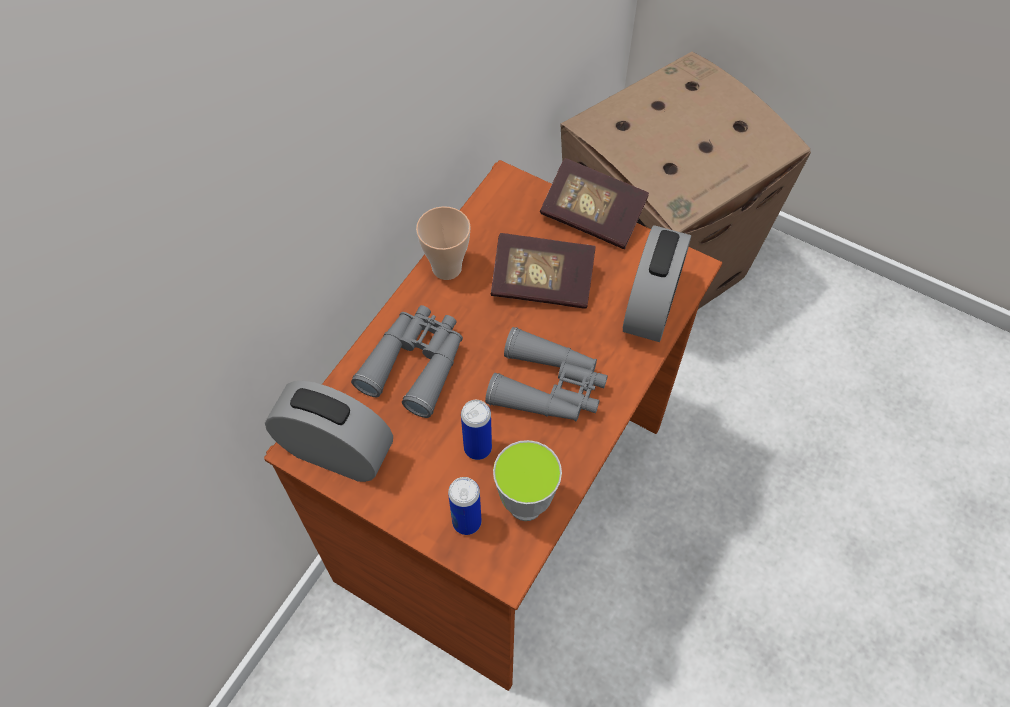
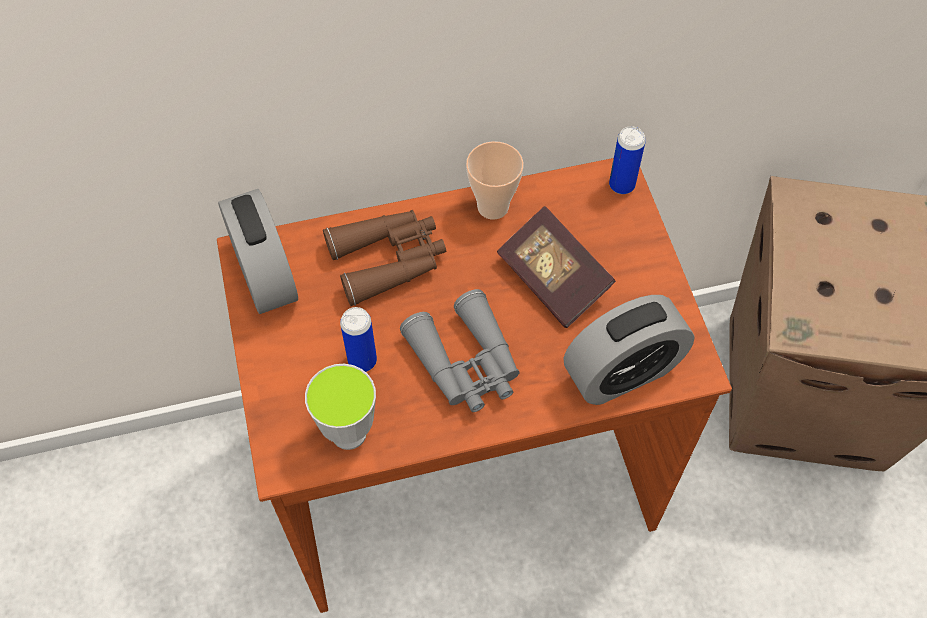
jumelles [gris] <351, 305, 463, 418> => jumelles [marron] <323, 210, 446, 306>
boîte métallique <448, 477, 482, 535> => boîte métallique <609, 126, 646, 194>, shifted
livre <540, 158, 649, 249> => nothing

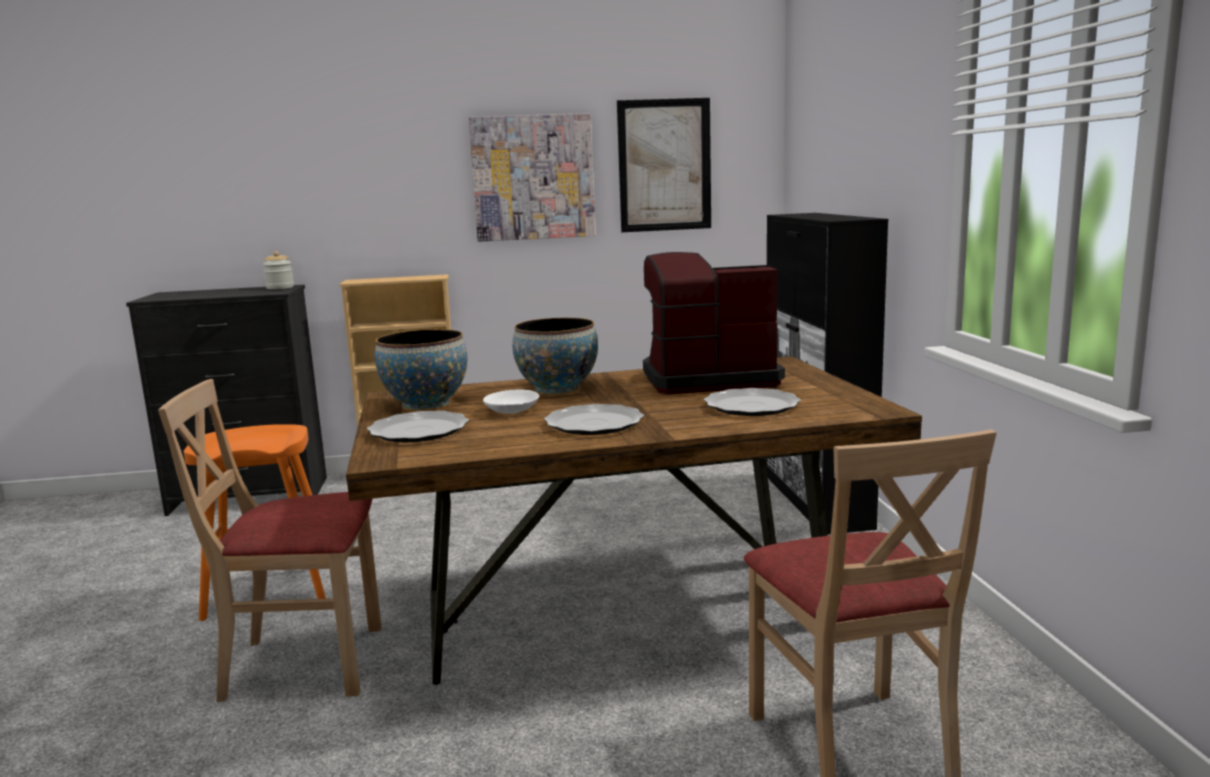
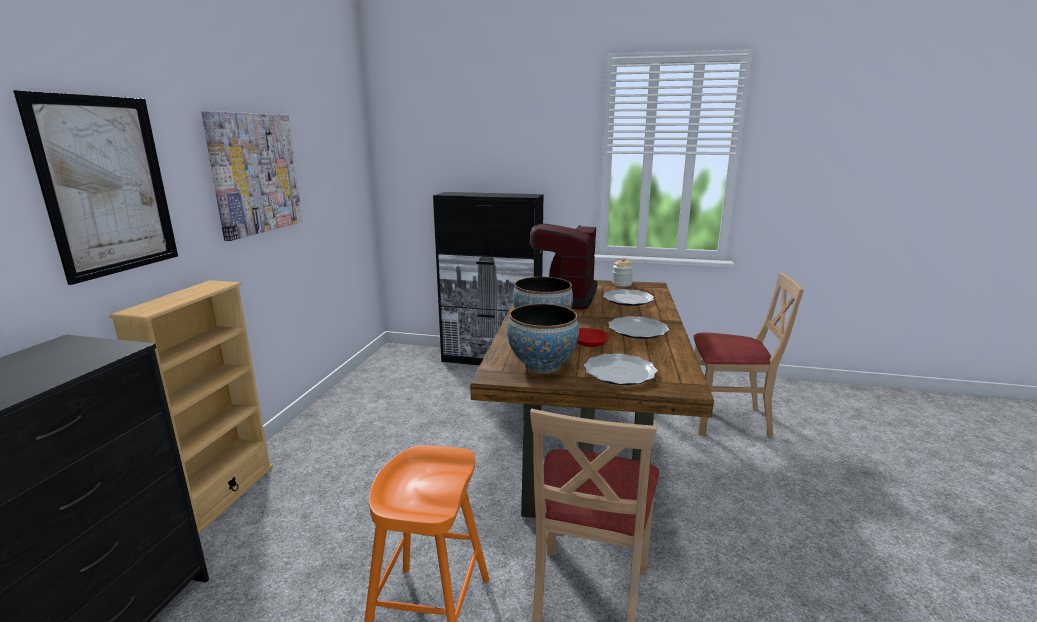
bocal <263, 251, 294, 289> => bocal <612, 258, 633, 287>, shifted
bol [blanc] <483, 389, 539, 414> => bol [rouge] <577, 328, 609, 347>
tableau <617, 98, 711, 232> => tableau <13, 90, 178, 285>, shifted

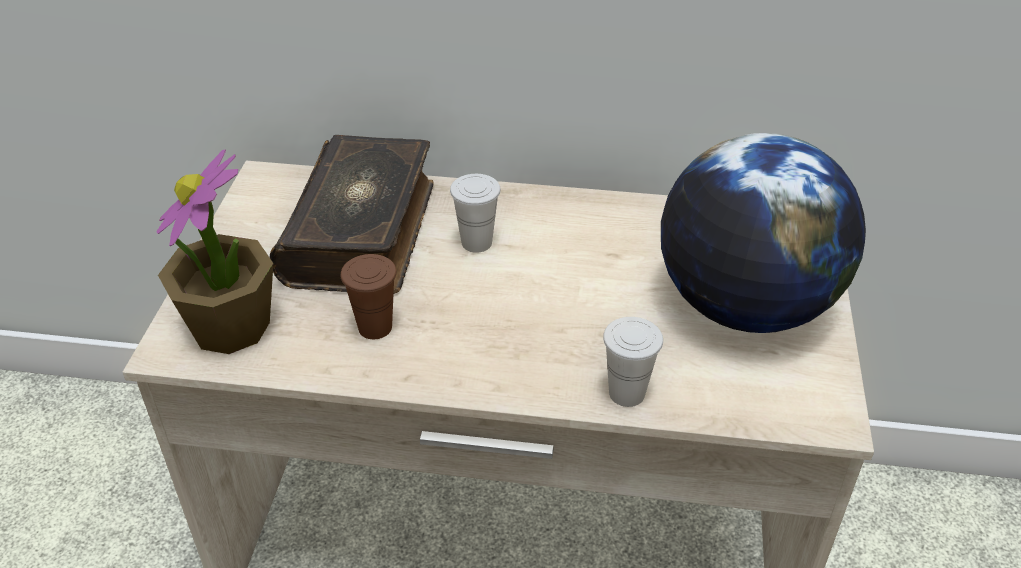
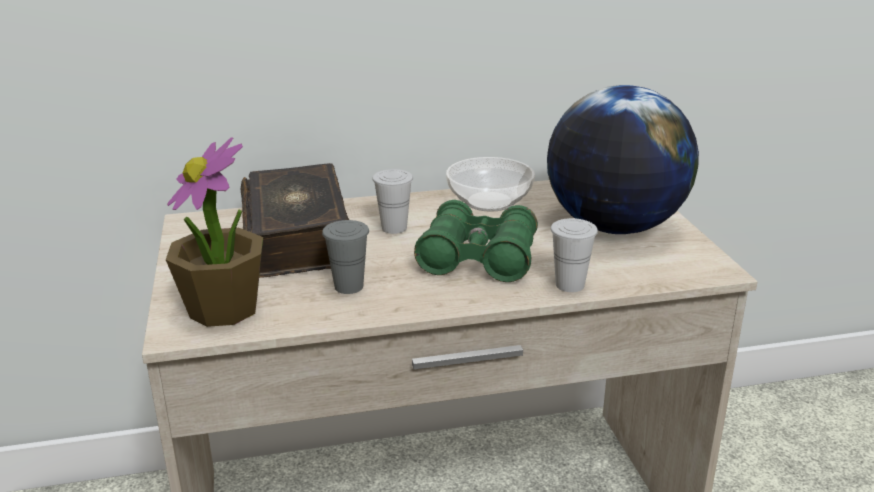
tasse [marron] <341, 254, 397, 339> => tasse [gris] <322, 220, 369, 294>
nothing => jumelles [vert] <414, 200, 538, 282>
nothing => bol <446, 157, 535, 211>

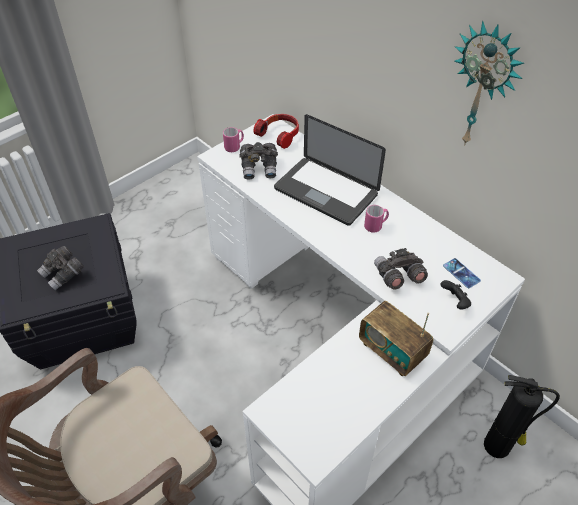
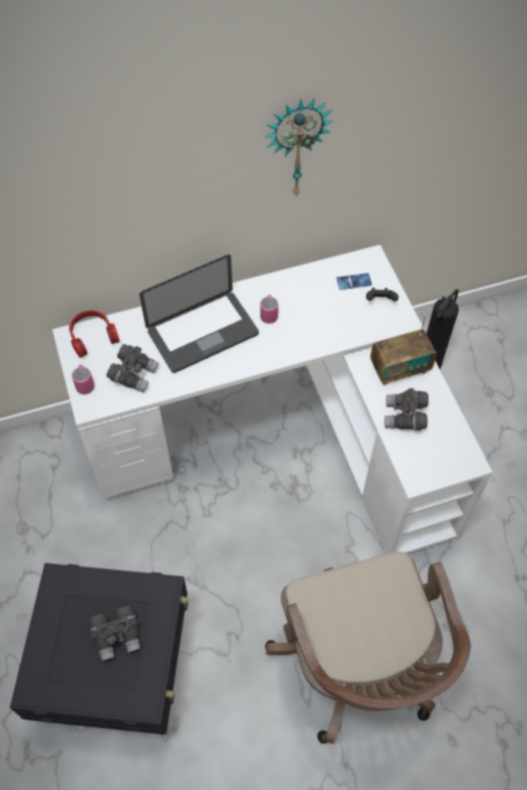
jumelles [gris] <374, 248, 428, 289> => jumelles [gris] <384, 388, 429, 430>, shifted

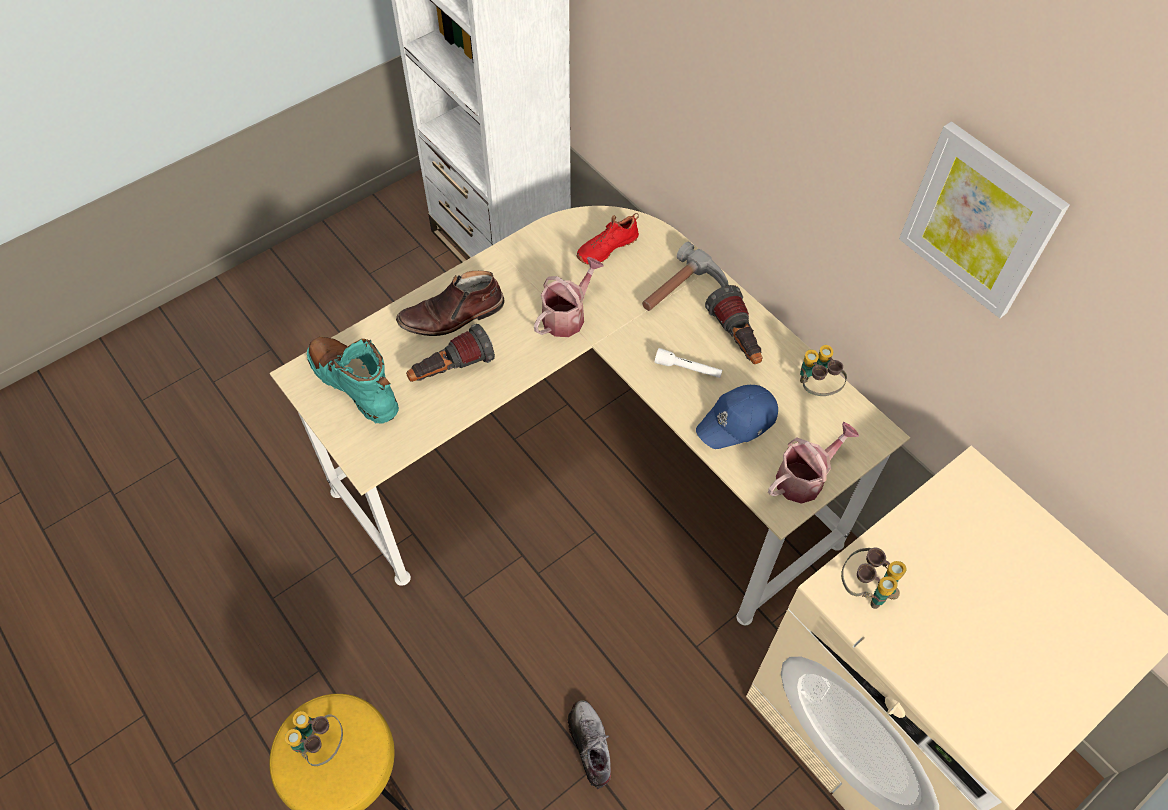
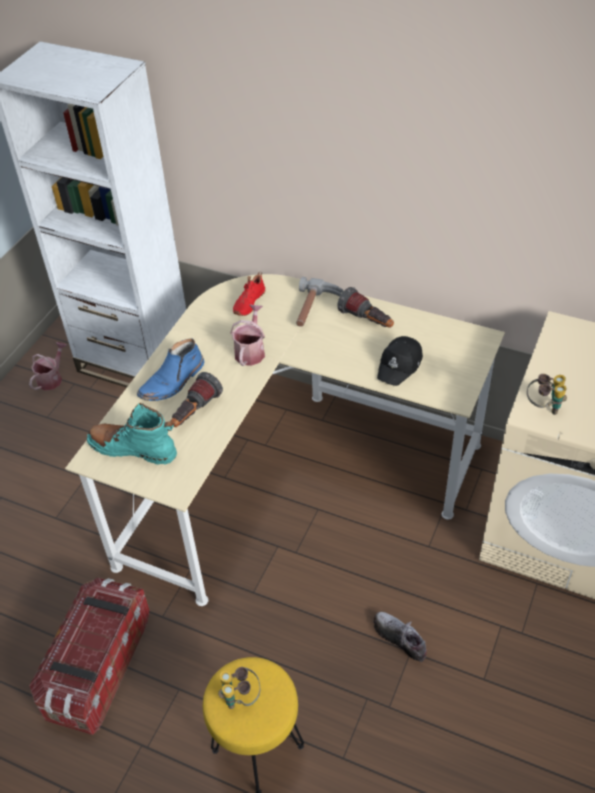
botte [marron] <396, 271, 505, 336> => botte [bleu] <137, 338, 204, 401>
lampe de poche [blanc] <655, 348, 722, 378> => nothing
casquette [bleu] <696, 385, 778, 449> => casquette [noir] <377, 336, 423, 386>
arrosoir <768, 422, 859, 504> => arrosoir <29, 342, 67, 391>, shifted
jumelles <800, 345, 847, 396> => nothing
tableau <899, 122, 1070, 318> => nothing
nothing => boîte de rangement <29, 578, 149, 735>

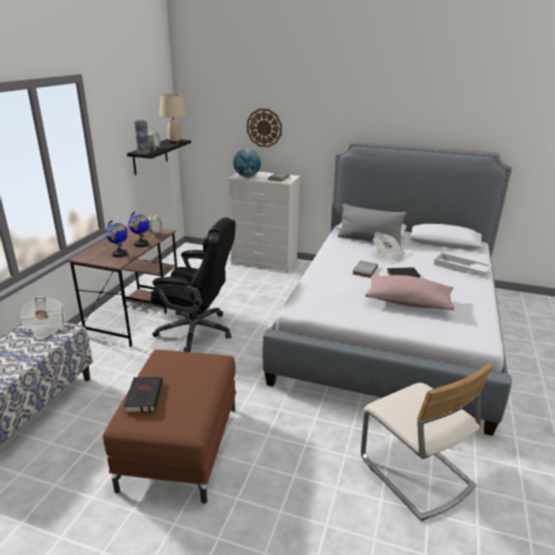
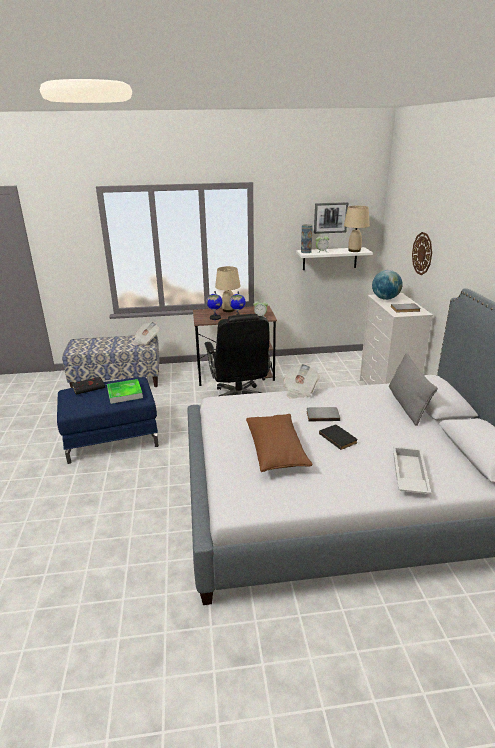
pouf [marron] <103, 349, 236, 504> => pouf [bleu] <57, 377, 159, 464>
étagère [noir] <127, 139, 191, 175> => étagère [blanc] <296, 247, 373, 270>
chaise [beige] <361, 363, 493, 521> => nothing
coussin [rose] <365, 275, 454, 310> => coussin [marron] <246, 414, 313, 472>
journal <373, 232, 406, 262> => journal <283, 364, 320, 399>, shifted
nothing => plateau <107, 379, 143, 404>
nothing => lampe de table [beige] <215, 266, 241, 312>
nothing => tableau <314, 202, 348, 234>

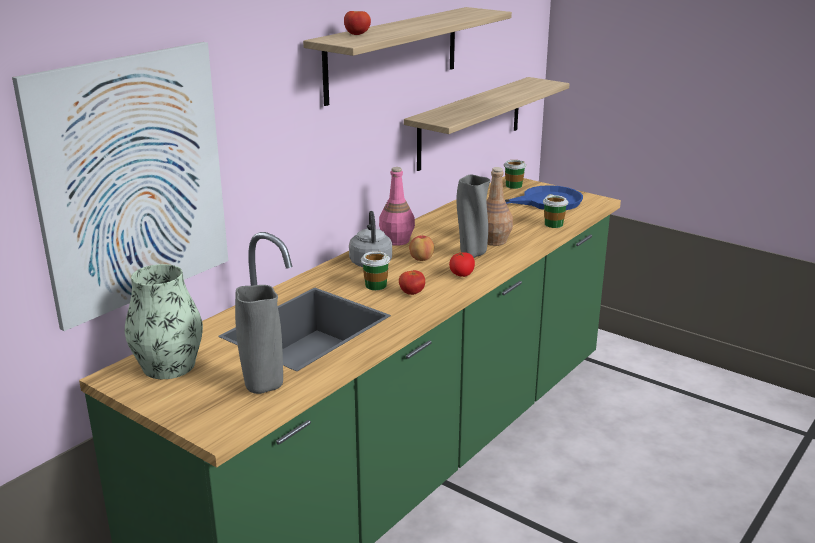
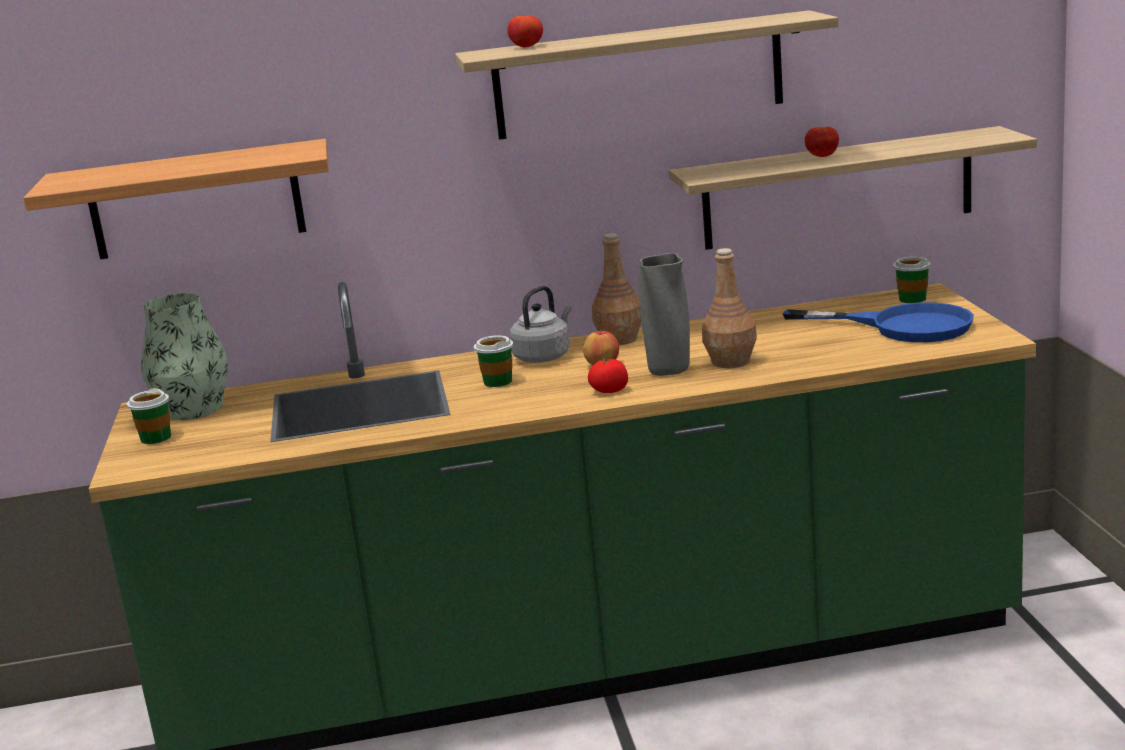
tableau <12, 42, 228, 331> => étagère <23, 139, 329, 259>
vase [gris] <235, 285, 283, 394> => nothing
bouteille [rose] <379, 167, 415, 246> => bouteille [marron] <592, 233, 641, 345>
tomate <399, 270, 425, 295> => tomate <805, 127, 839, 157>, shifted
tasse <543, 194, 568, 228> => tasse <127, 388, 171, 444>, shifted

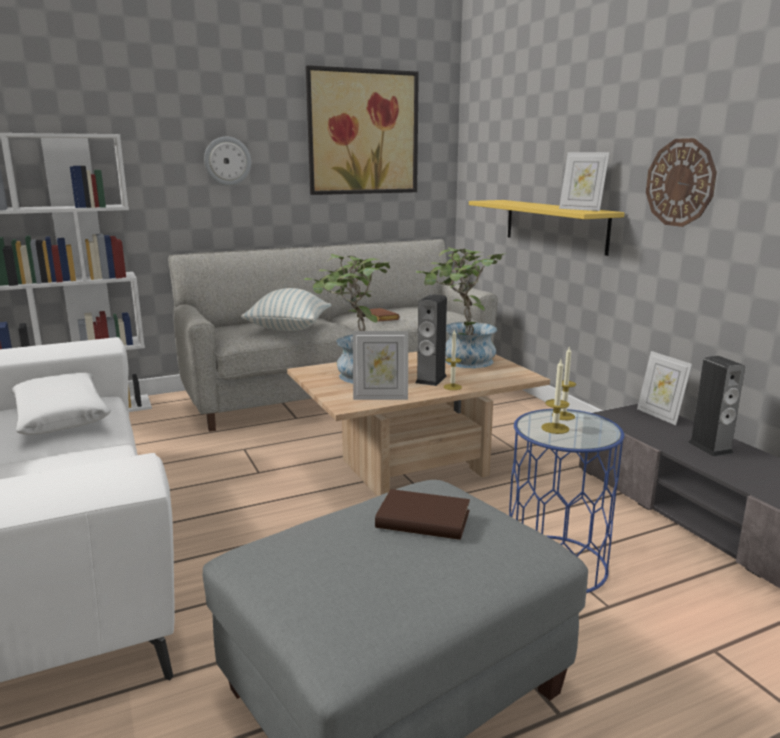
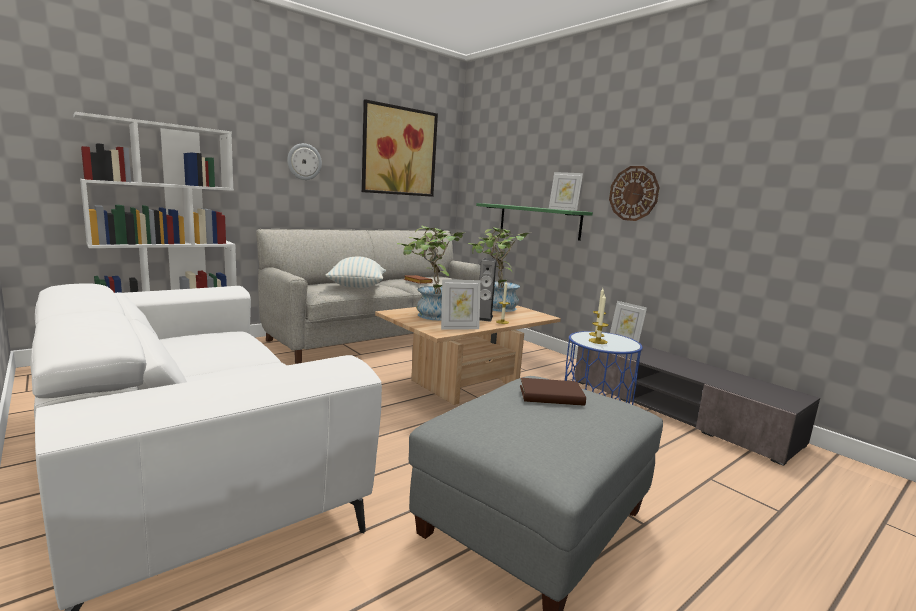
coussin [blanc] <11, 373, 111, 435> => nothing
étagère [jaune] <469, 200, 625, 256> => étagère [vert] <476, 203, 593, 241>
enceinte <688, 356, 745, 457> => nothing

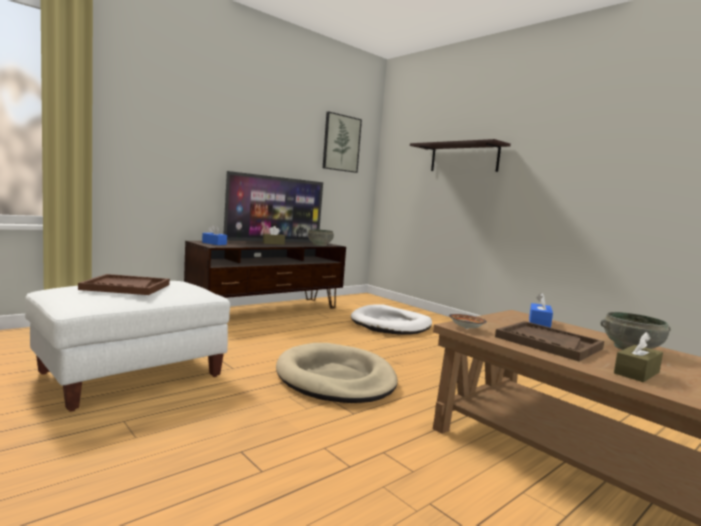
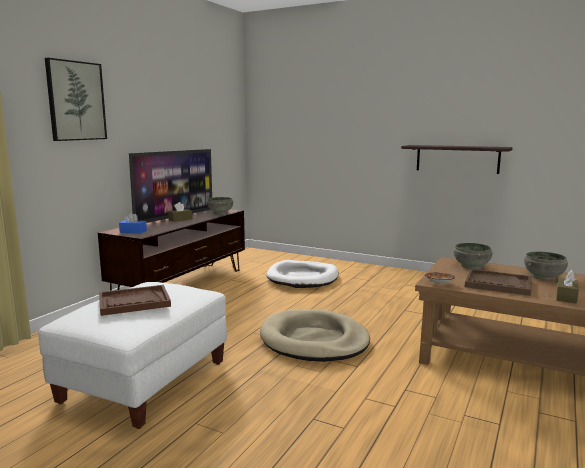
tableau <323, 111, 362, 173> => tableau <45, 58, 107, 141>, shifted
étagère <410, 139, 511, 172> => étagère <401, 145, 513, 174>, shifted
boîte à mouchoirs [bleu] <529, 293, 553, 328> => bol [gris] <454, 243, 492, 269>

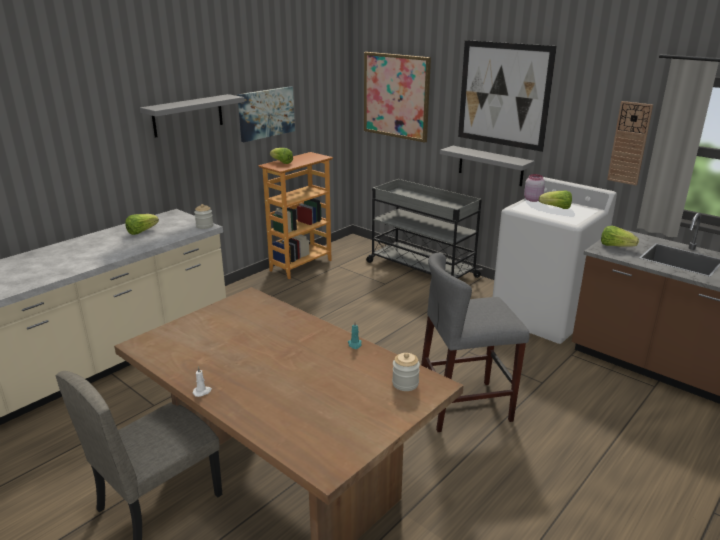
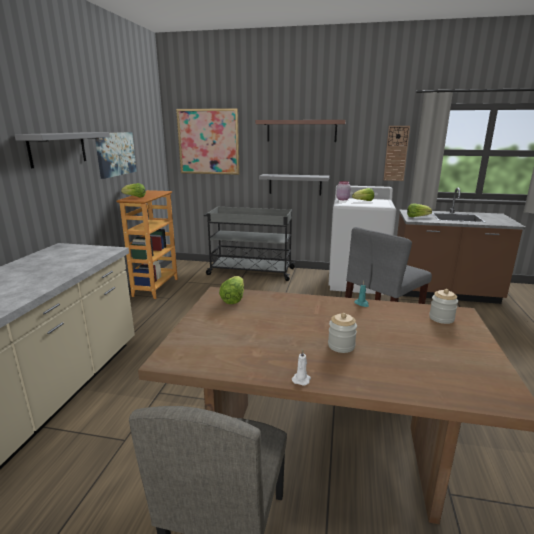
laitue <125, 214, 159, 235> => laitue <219, 276, 244, 304>, shifted
bocal <194, 204, 213, 229> => bocal <328, 313, 357, 353>, shifted
tableau <458, 40, 557, 152> => étagère <256, 120, 346, 142>

